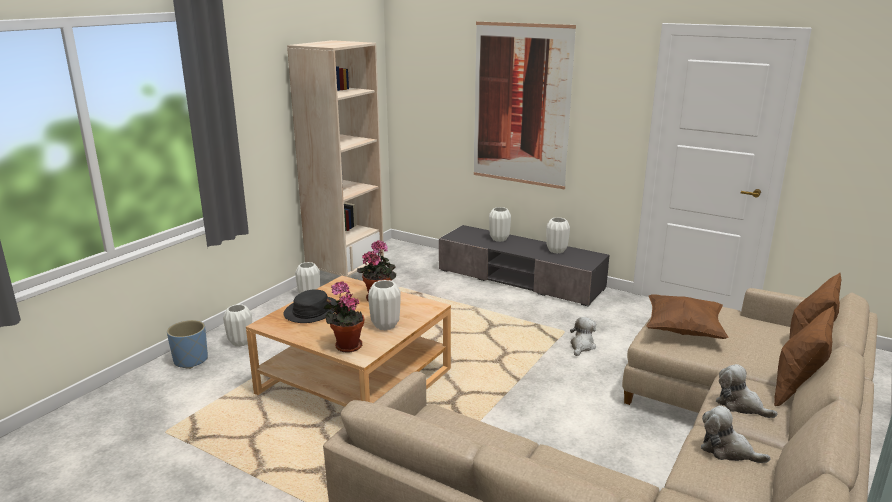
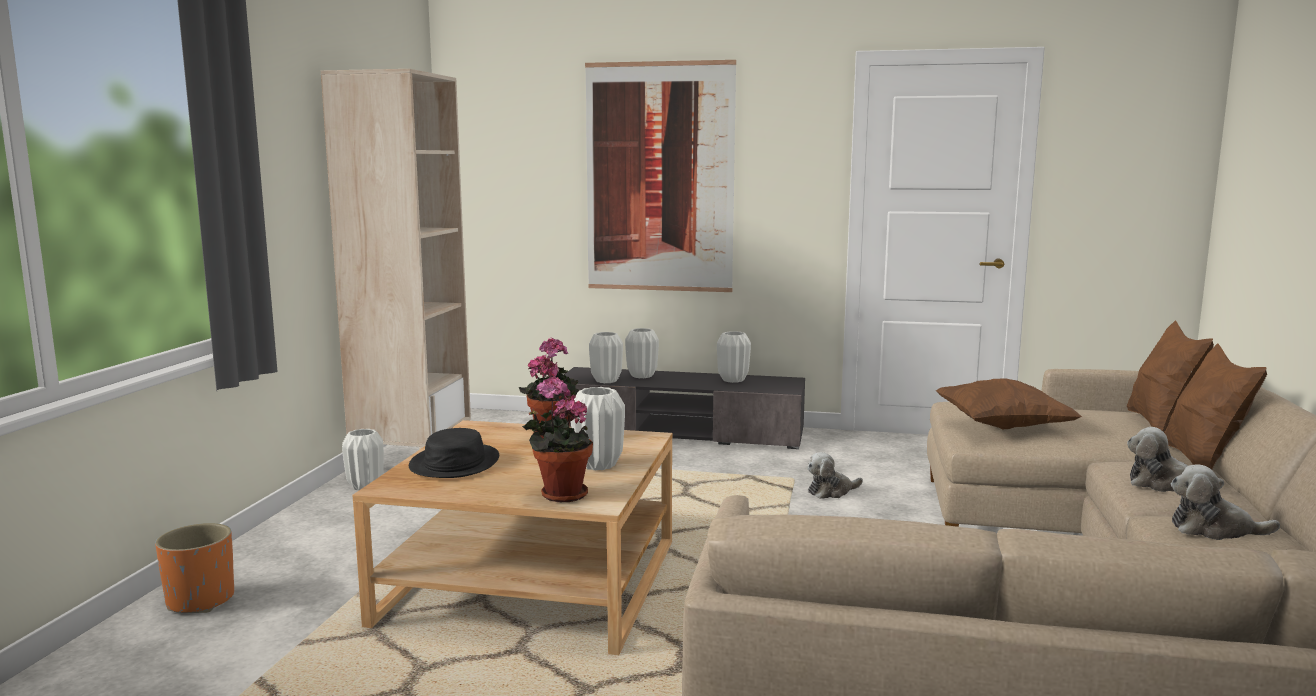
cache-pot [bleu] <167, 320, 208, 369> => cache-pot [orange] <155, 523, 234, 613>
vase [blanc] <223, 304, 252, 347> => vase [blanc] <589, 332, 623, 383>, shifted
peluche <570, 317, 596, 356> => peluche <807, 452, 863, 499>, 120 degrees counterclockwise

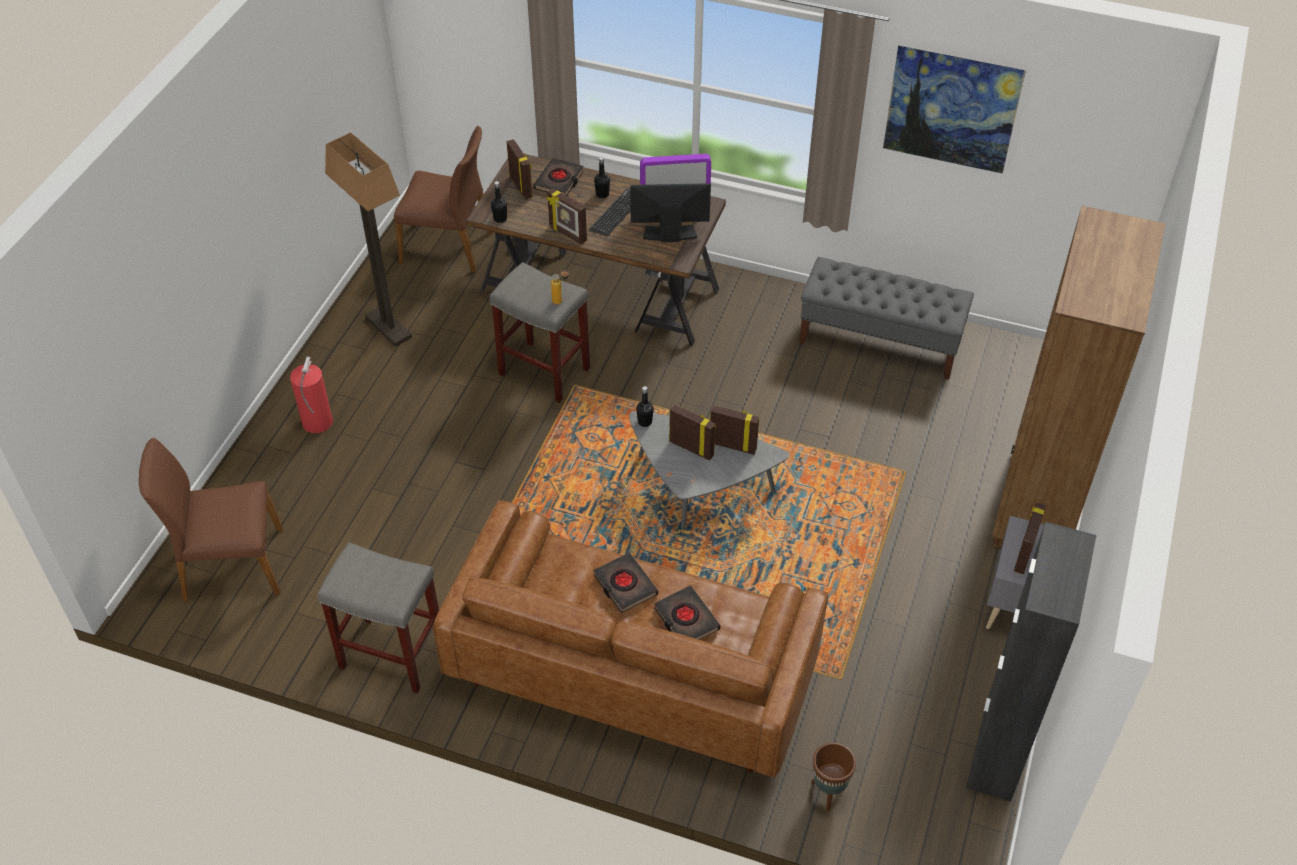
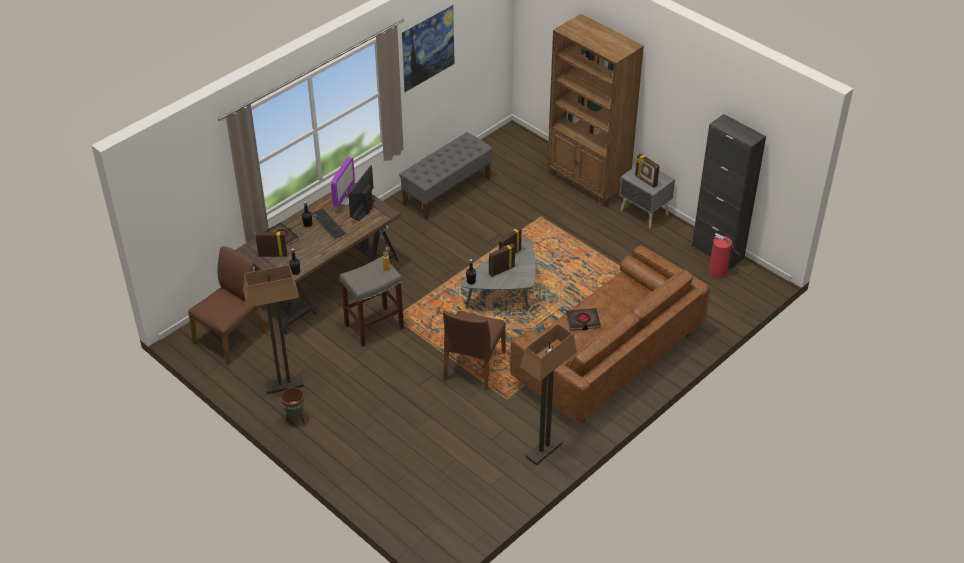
chaise [marron] <139, 438, 283, 602> => chaise [marron] <443, 310, 506, 391>, shifted
extincteur <290, 357, 333, 433> => extincteur <709, 233, 740, 279>, shifted
tabouret [gris] <317, 542, 439, 693> => lampadaire <520, 324, 577, 466>
cadre photo <547, 188, 587, 244> => nothing
livre [noir] <654, 585, 720, 640> => nothing
cache-pot [marron] <811, 743, 856, 811> => cache-pot [marron] <281, 387, 305, 424>, shifted

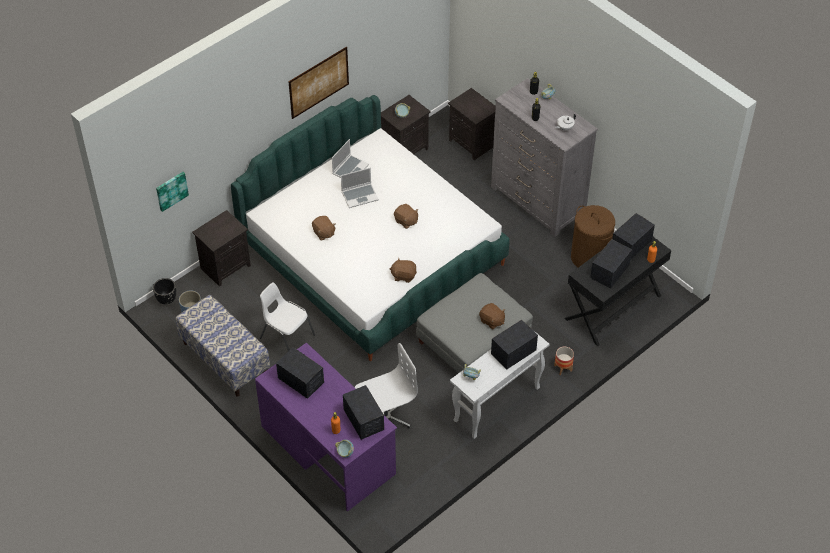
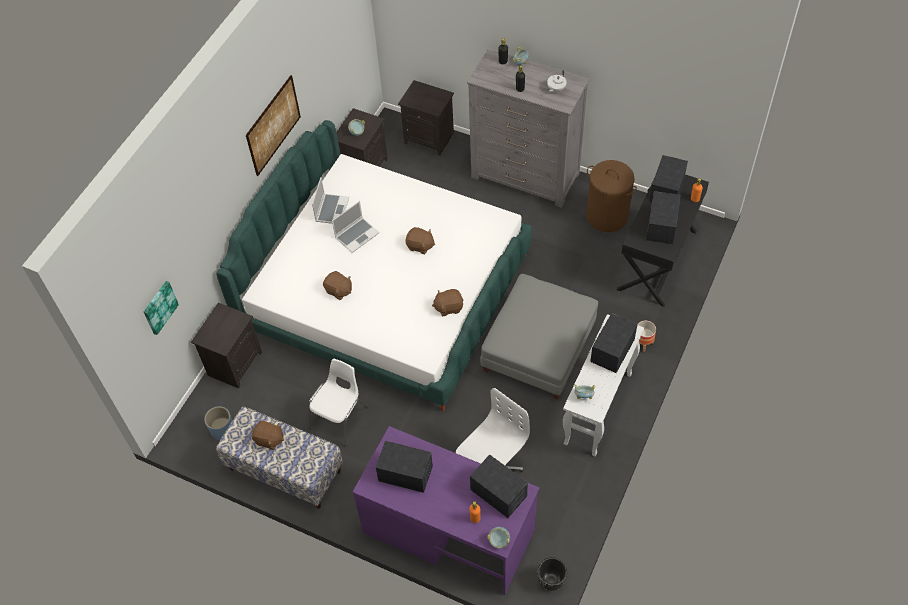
cache-pot [noir] <153, 278, 176, 304> => cache-pot [noir] <537, 557, 567, 591>, shifted
chaise [blanc] <260, 282, 315, 351> => chaise [blanc] <308, 359, 369, 447>, 105 degrees clockwise
peluche [marron] <479, 303, 505, 329> => peluche [marron] <252, 421, 284, 450>, shifted

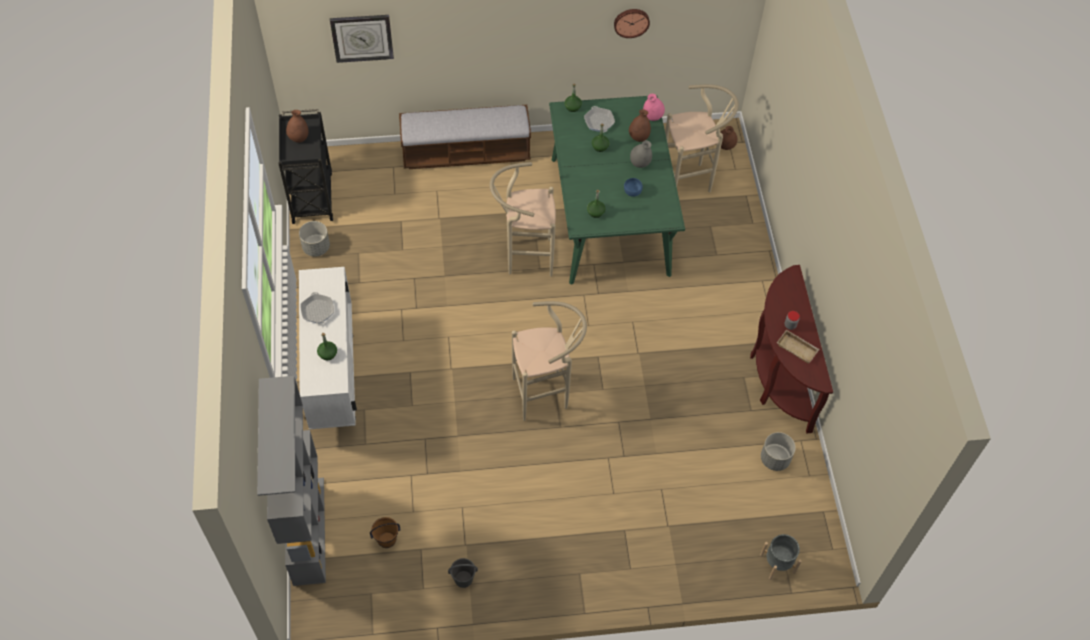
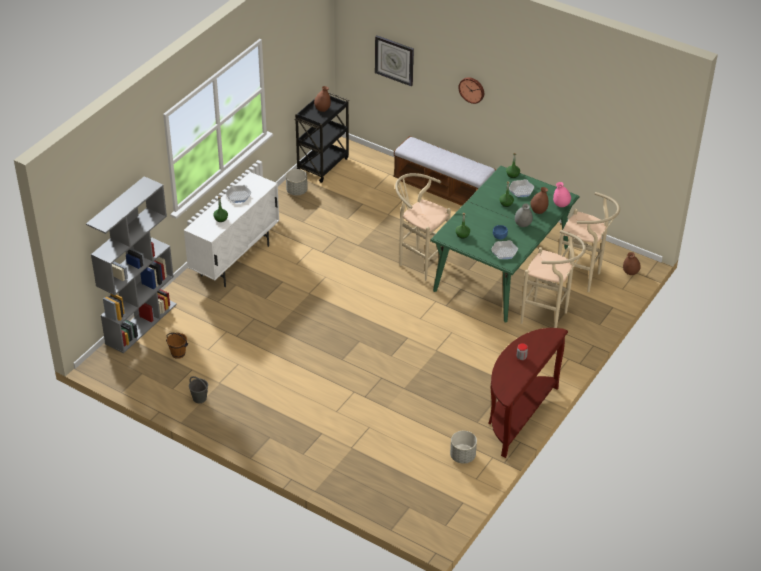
tabouret [beige] <512, 301, 587, 421> => tabouret [beige] <521, 230, 586, 328>, shifted
horloge murale <614, 9, 650, 38> => horloge murale <458, 77, 484, 104>, shifted
cache-pot [gris] <760, 534, 802, 580> => nothing
plateau [beige] <777, 329, 820, 364> => nothing
nothing => poêle <491, 240, 518, 259>

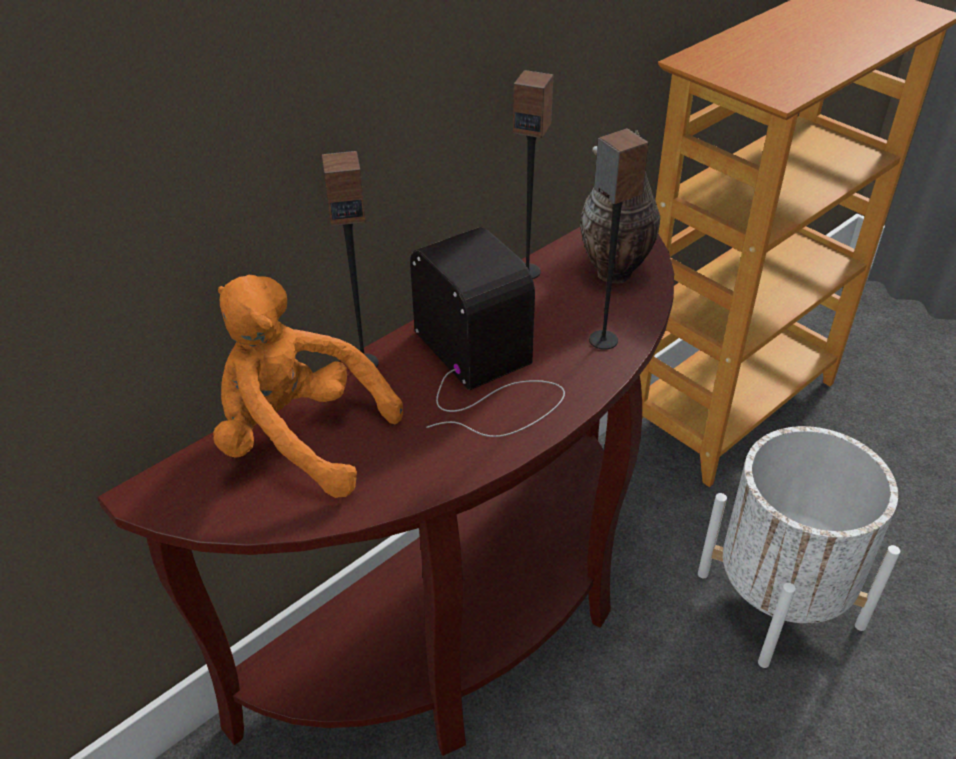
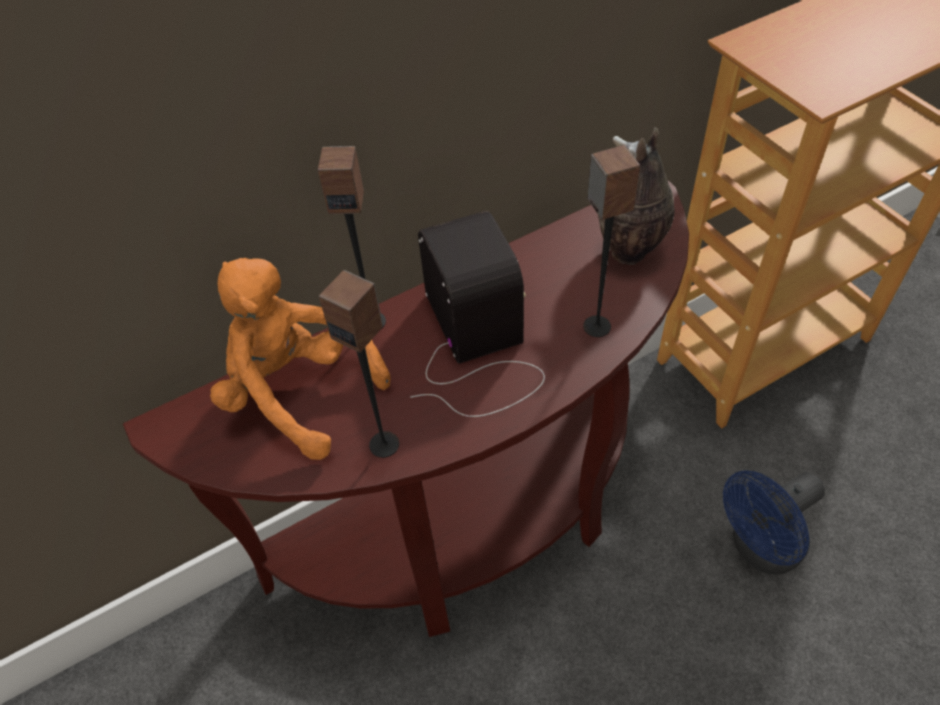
enceinte <513, 70, 554, 279> => enceinte <319, 270, 399, 458>, shifted
cache-pot [blanc] <698, 426, 900, 668> => ventilateur [bleu] <723, 470, 825, 575>

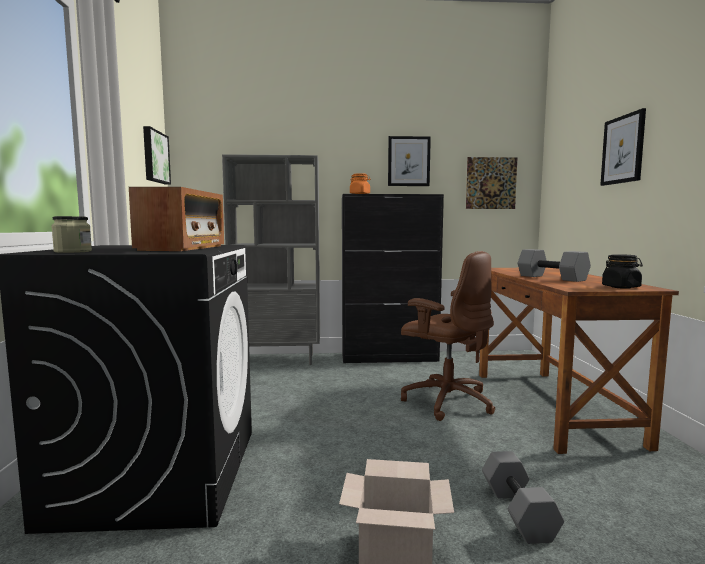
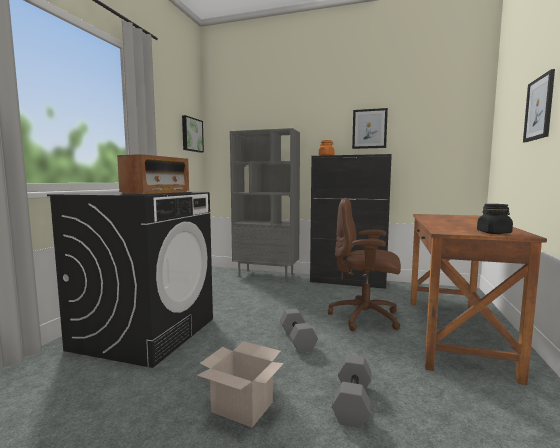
bocal <51, 216, 92, 253> => nothing
chaise de bureau [marron] <401, 251, 495, 421> => chaise de bureau [marron] <328, 198, 401, 331>, 135 degrees clockwise
tableau <466, 157, 517, 209> => nothing
haltère [gris] <518, 249, 591, 282> => haltère [gris] <280, 309, 318, 353>, shifted

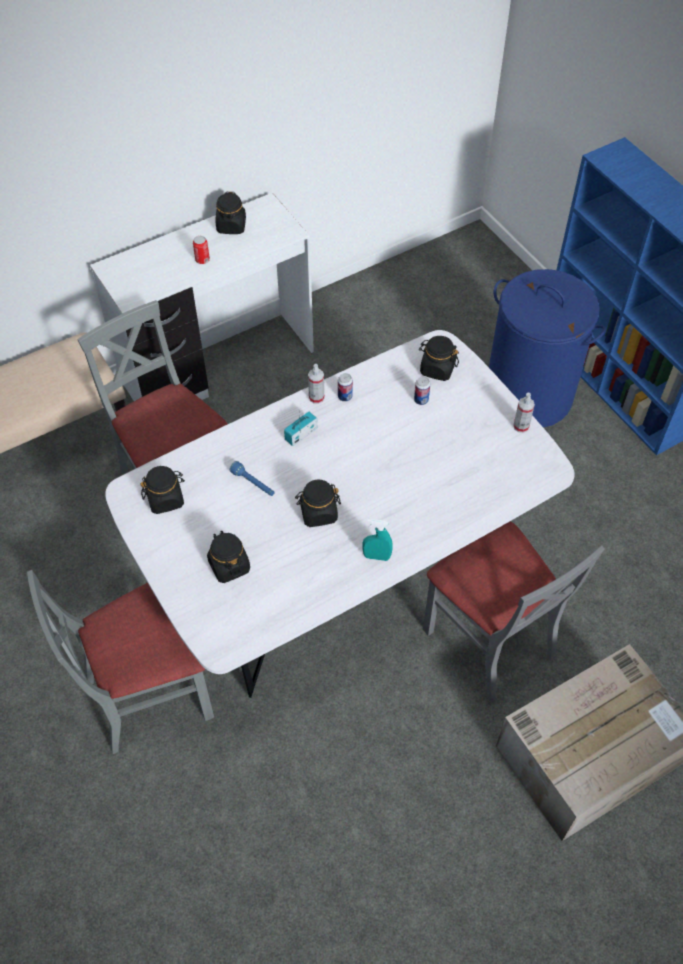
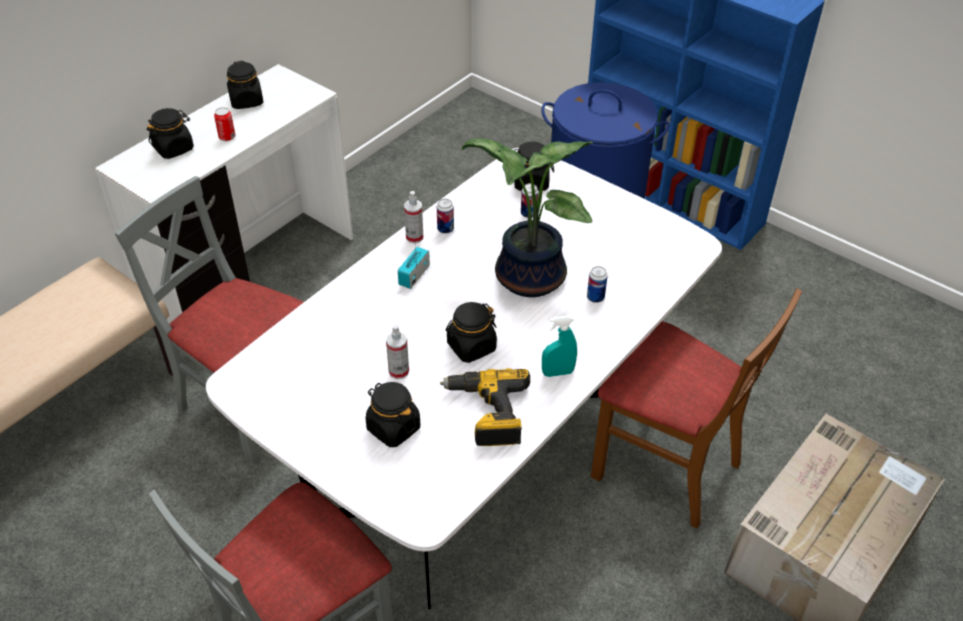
bocal [noir] <140, 466, 185, 514> => bocal [noir] <147, 108, 194, 159>, shifted
lampe de poche [bleu] <230, 461, 274, 496> => nothing
chaise [gris] <423, 522, 605, 702> => chaise [marron] <591, 288, 802, 529>
vaporisateur <513, 393, 535, 433> => vaporisateur <386, 324, 409, 379>, shifted
nothing => perceuse <440, 368, 530, 446>
nothing => plante en pot <462, 138, 593, 297>
nothing => boîte métallique <587, 266, 607, 303>

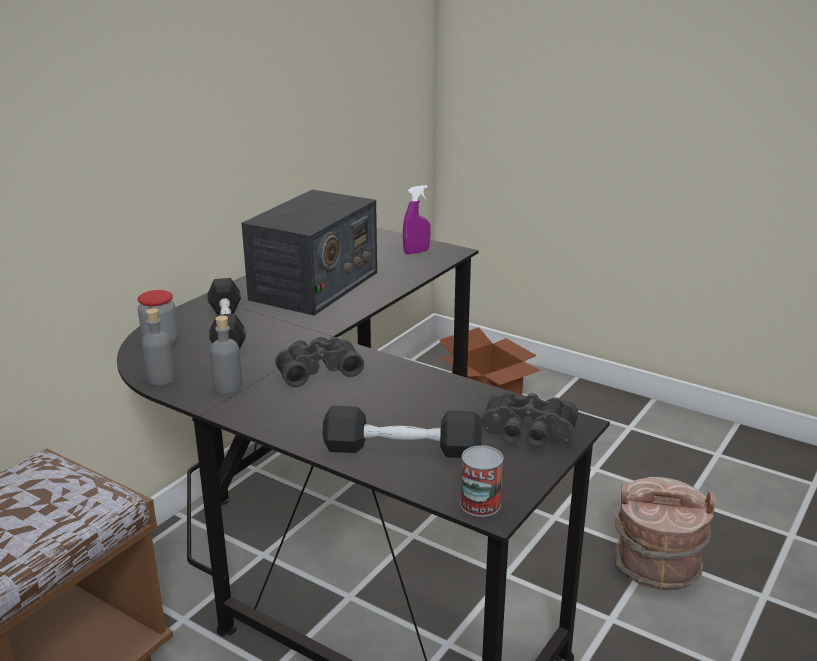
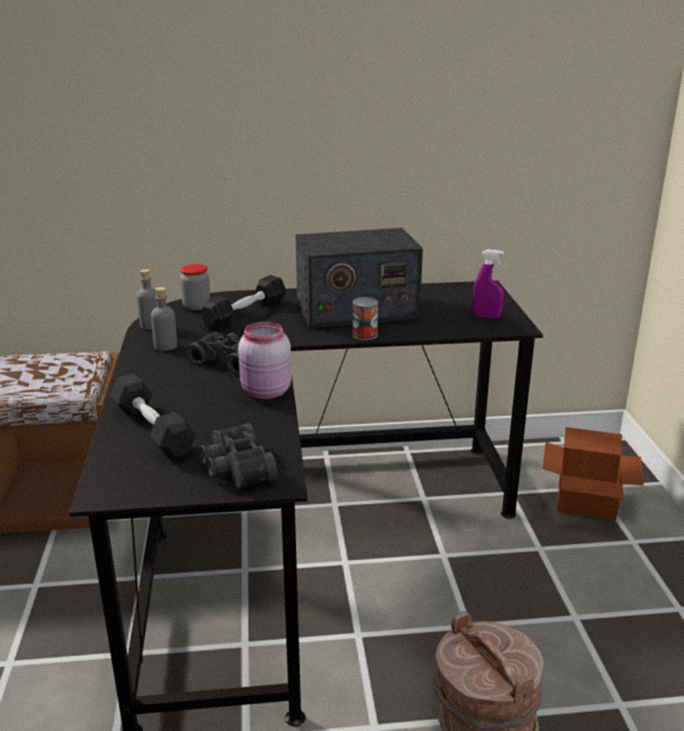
boîte métallique <460, 445, 503, 517> => boîte métallique <352, 297, 378, 340>, shifted
nothing => bocal [rose] <238, 322, 292, 399>

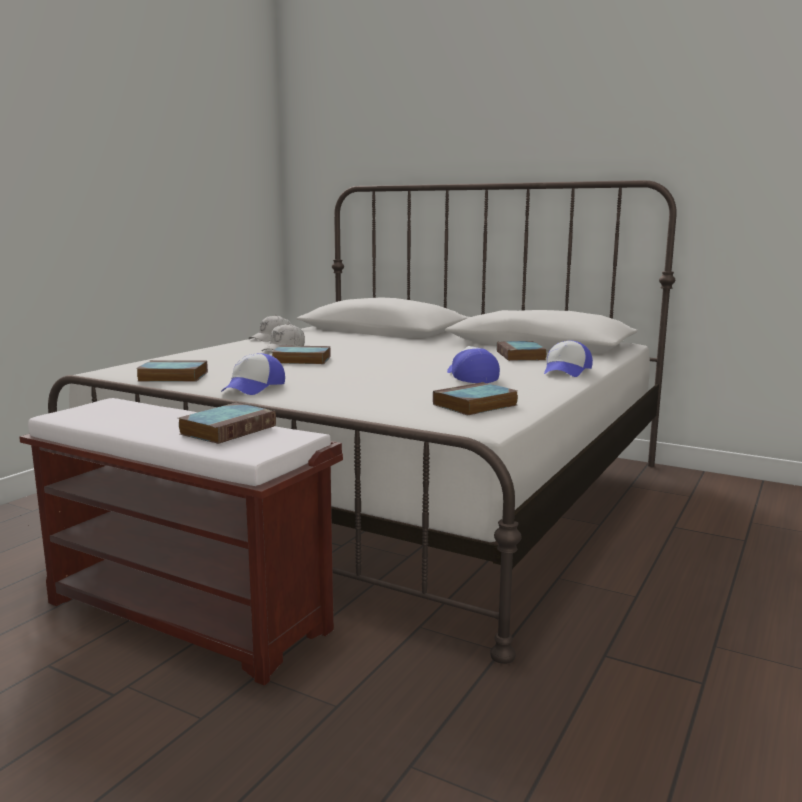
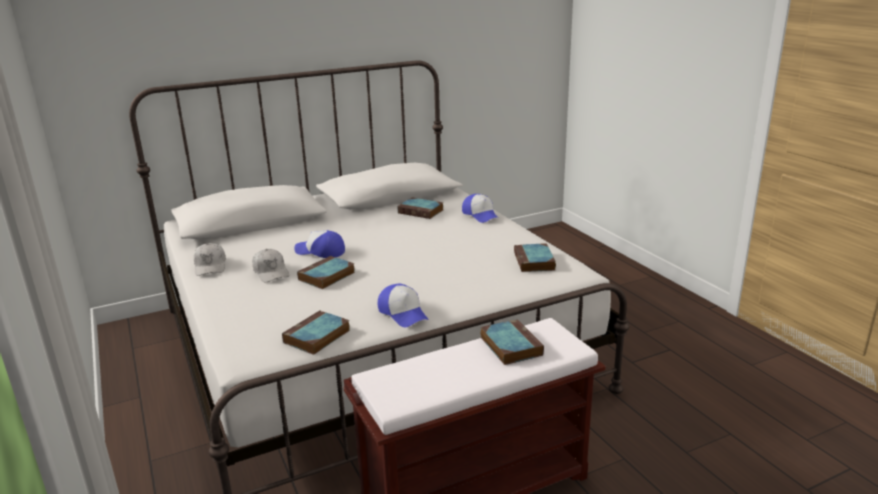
casquette <447, 346, 500, 383> => casquette <294, 230, 345, 258>, shifted

